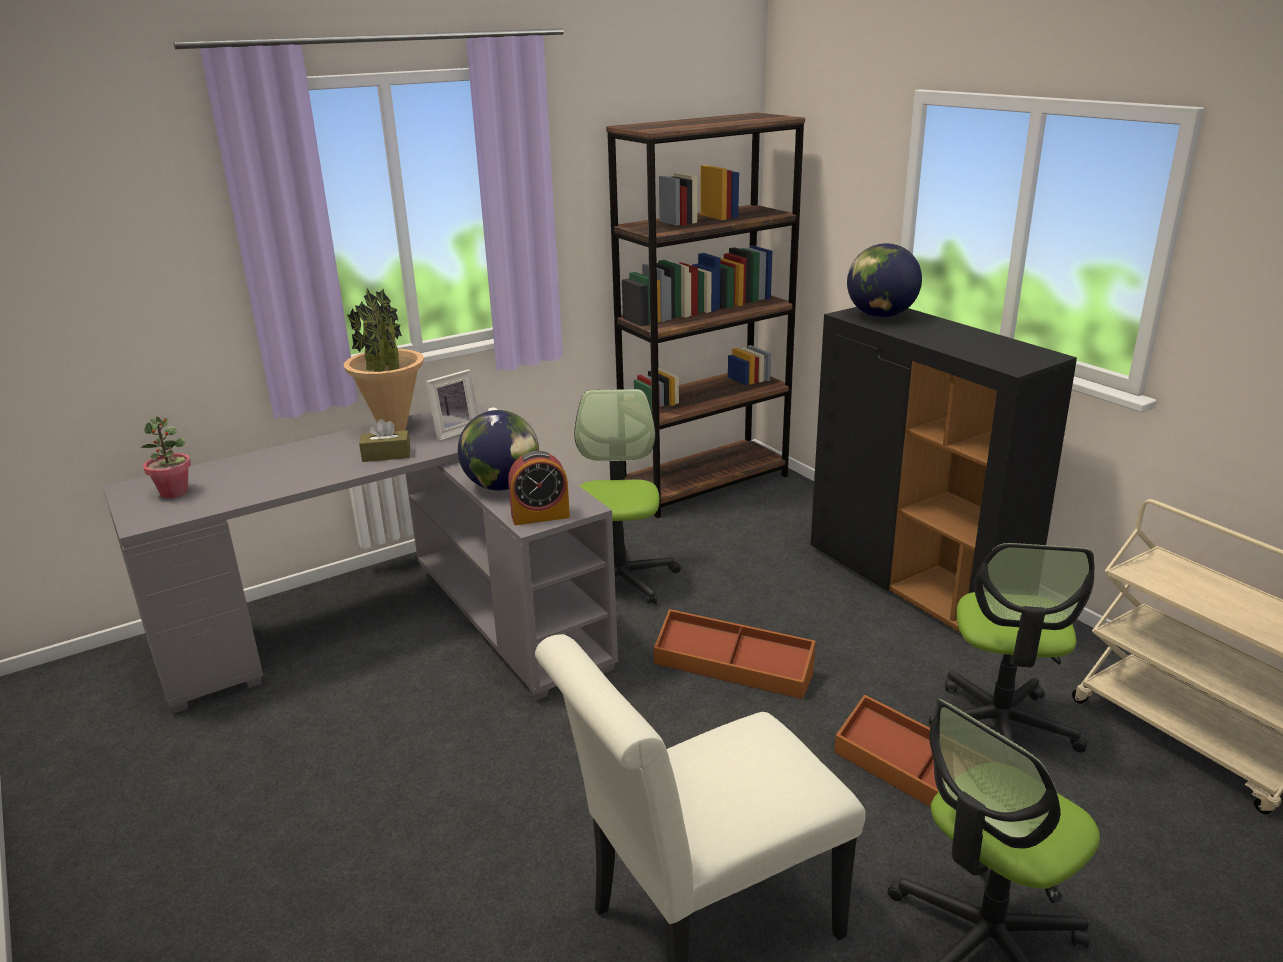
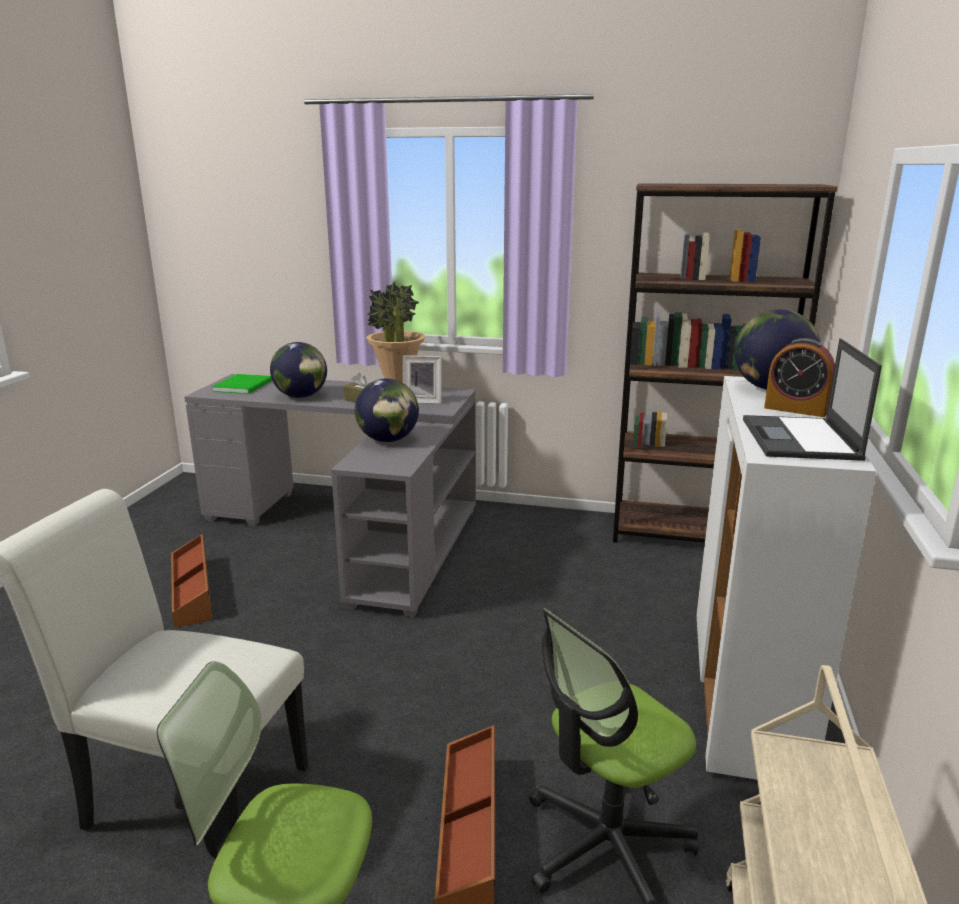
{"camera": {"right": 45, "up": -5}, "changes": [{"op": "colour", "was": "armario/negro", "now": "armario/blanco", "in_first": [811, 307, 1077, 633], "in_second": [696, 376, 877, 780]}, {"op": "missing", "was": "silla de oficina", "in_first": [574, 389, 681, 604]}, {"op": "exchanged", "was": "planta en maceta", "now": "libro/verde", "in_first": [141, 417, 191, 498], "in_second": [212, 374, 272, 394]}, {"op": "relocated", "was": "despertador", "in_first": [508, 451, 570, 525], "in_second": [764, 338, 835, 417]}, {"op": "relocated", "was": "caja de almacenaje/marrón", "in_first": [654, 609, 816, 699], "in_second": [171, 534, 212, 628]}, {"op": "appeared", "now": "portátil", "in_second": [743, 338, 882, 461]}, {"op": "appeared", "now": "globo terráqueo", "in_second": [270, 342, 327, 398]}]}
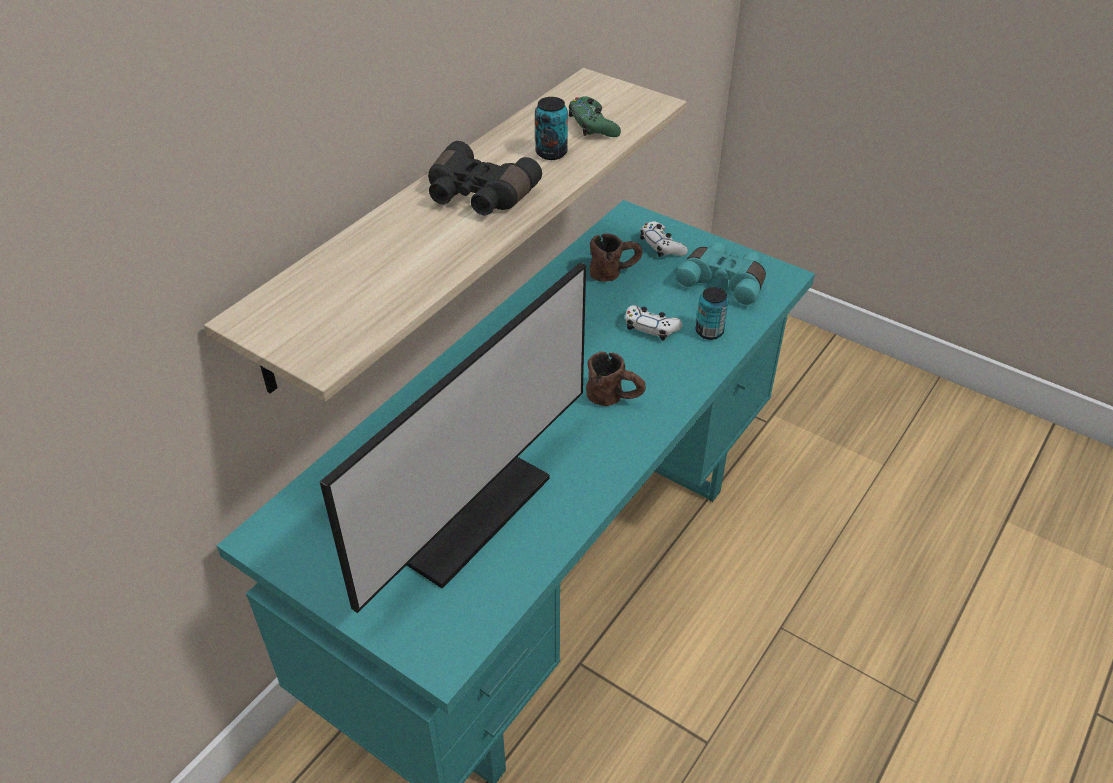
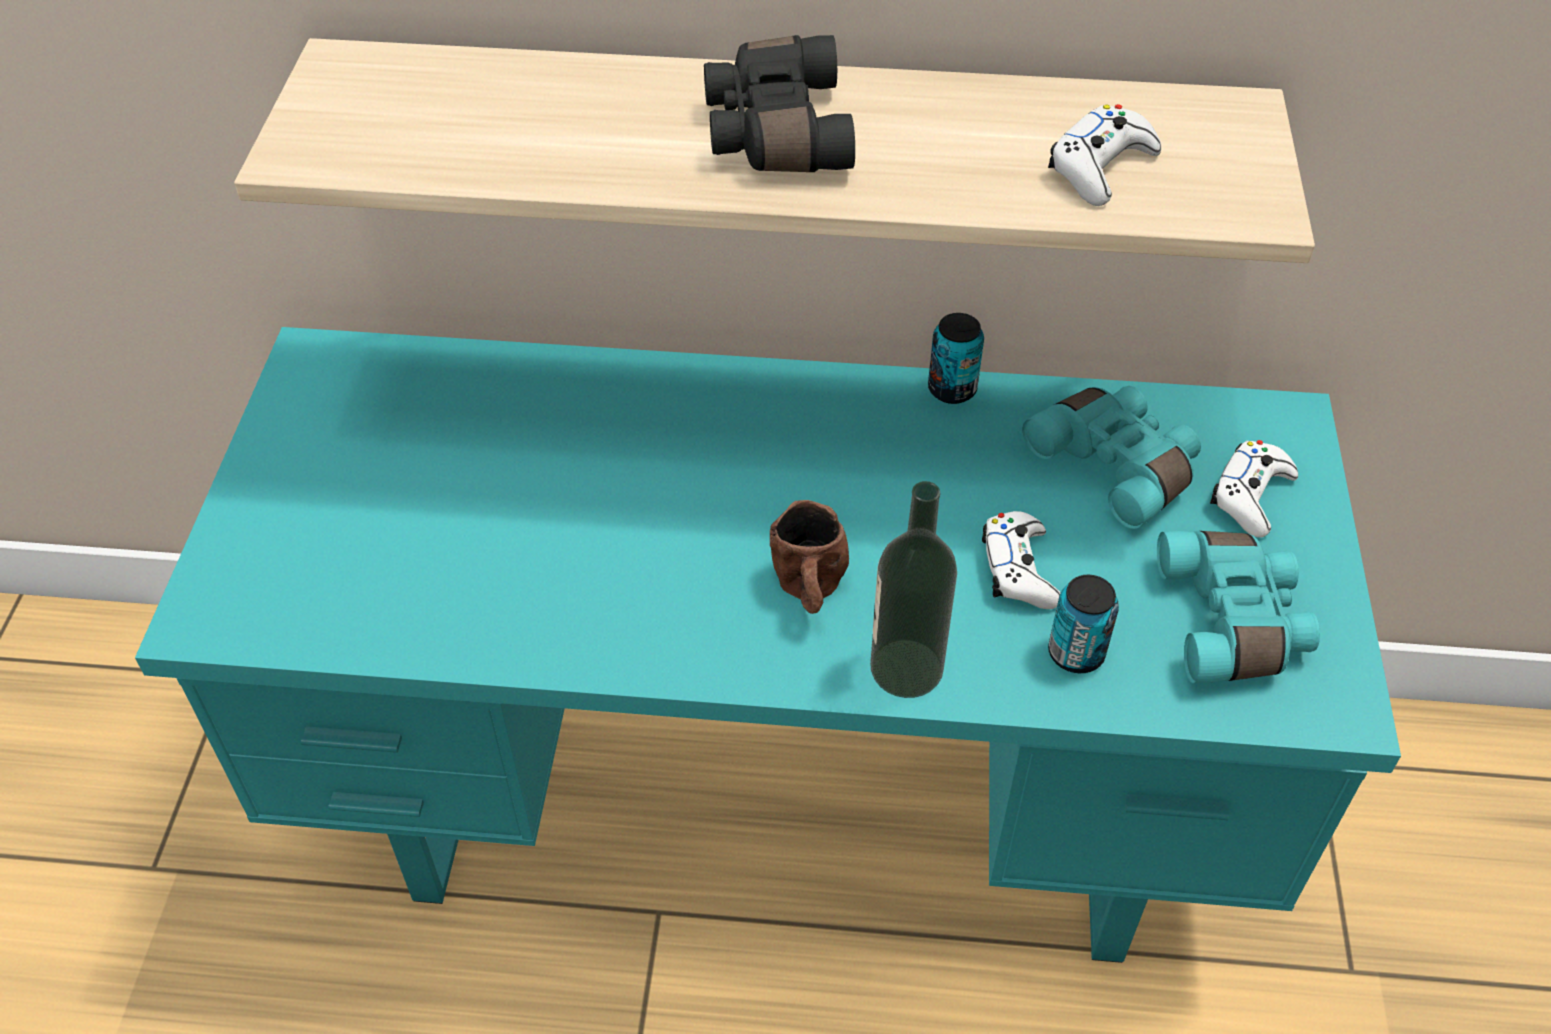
{"camera": {"right": 60, "up": 5}, "changes": [{"op": "colour", "was": "mando de consola/verde", "now": "mando de consola/blanco", "in_first": [569, 96, 621, 137], "in_second": [1048, 104, 1161, 206]}, {"op": "relocated", "was": "lata", "in_first": [535, 97, 568, 160], "in_second": [928, 313, 984, 404]}, {"op": "exchanged", "was": "taza grande/marrón", "now": "prismáticos/turquesa", "in_first": [590, 233, 643, 282], "in_second": [1022, 386, 1201, 529]}, {"op": "missing", "was": "monitor", "in_first": [320, 262, 586, 613]}, {"op": "appeared", "now": "botella", "in_second": [870, 481, 957, 698]}]}
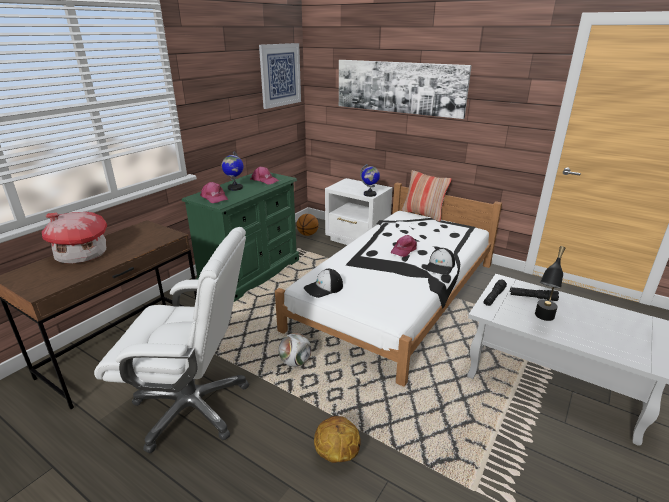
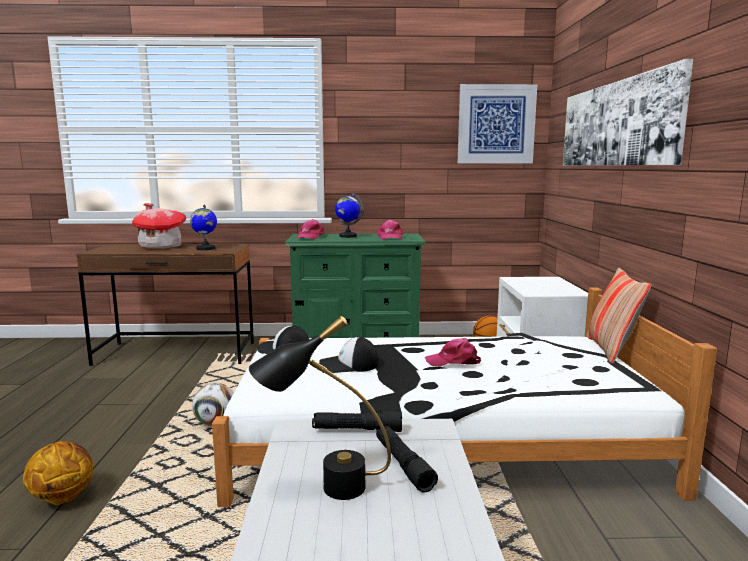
{"camera": {"right": 55, "up": -15}, "changes": [{"op": "relocated", "was": "globo terráqueo", "in_first": [360, 164, 380, 197], "in_second": [190, 204, 217, 250]}, {"op": "missing", "was": "silla de oficina/blanco", "in_first": [94, 227, 249, 453]}, {"op": "relocated", "was": "gorra", "in_first": [425, 248, 455, 275], "in_second": [319, 337, 379, 373]}]}
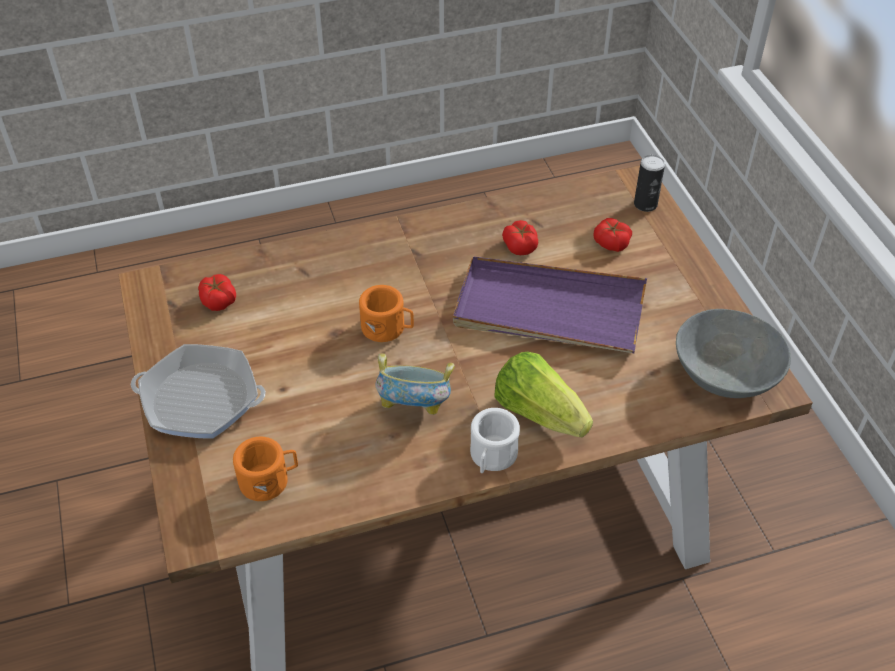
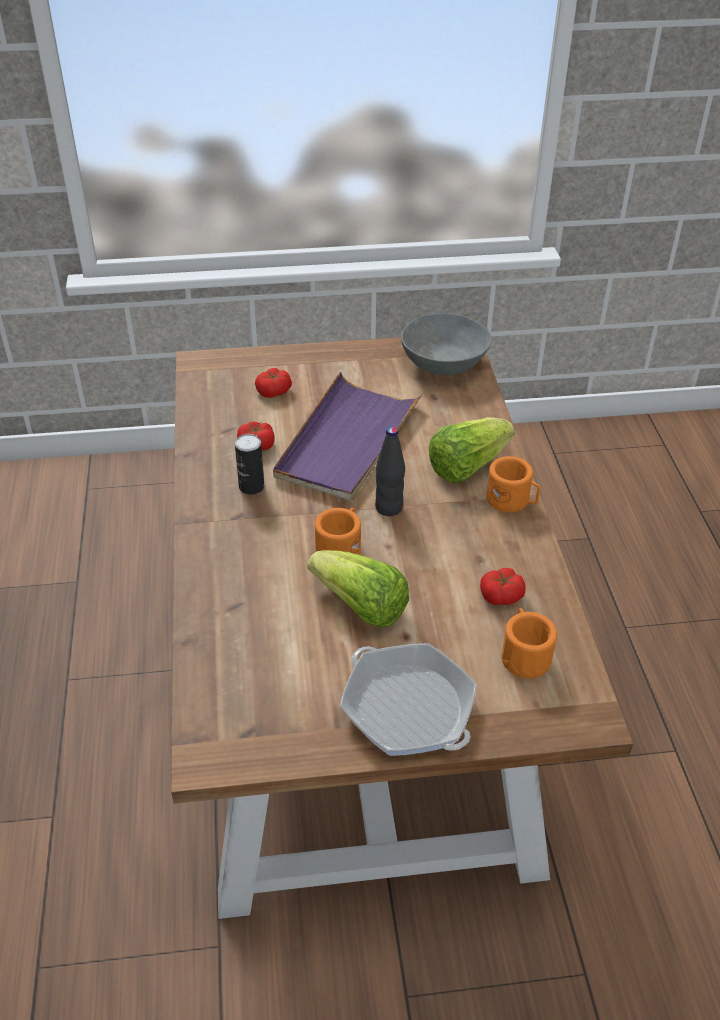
{"camera": {"right": -80, "up": -5}, "changes": [{"op": "relocated", "was": "lata", "in_first": [634, 155, 665, 212], "in_second": [235, 434, 264, 495]}, {"op": "relocated", "was": "tomate", "in_first": [198, 274, 236, 311], "in_second": [480, 568, 526, 605]}, {"op": "spun", "was": "sartén", "in_first": [131, 344, 266, 438], "in_second": [340, 643, 477, 756], "clockwise": 120}, {"op": "missing", "was": "cuenco", "in_first": [375, 353, 455, 415]}, {"op": "colour", "was": "taza grande/blanco", "now": "taza grande/naranja", "in_first": [470, 408, 520, 473], "in_second": [486, 456, 540, 512]}, {"op": "appeared", "now": "botella/negro", "in_second": [375, 427, 405, 516]}, {"op": "appeared", "now": "lechuga", "in_second": [308, 550, 409, 628]}]}
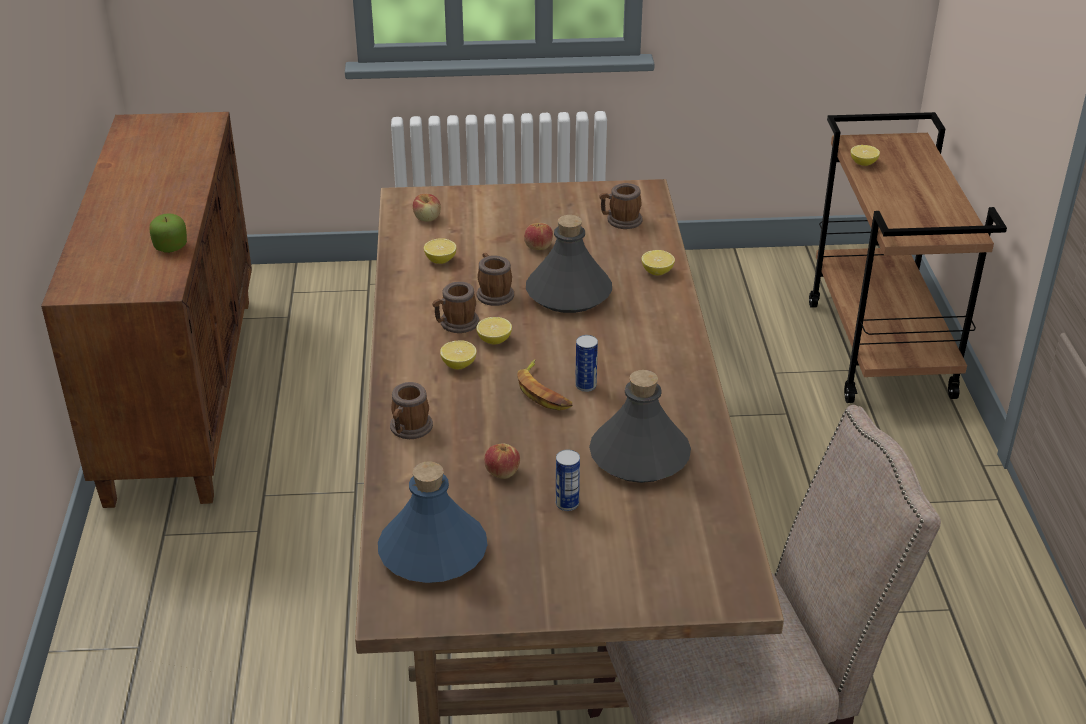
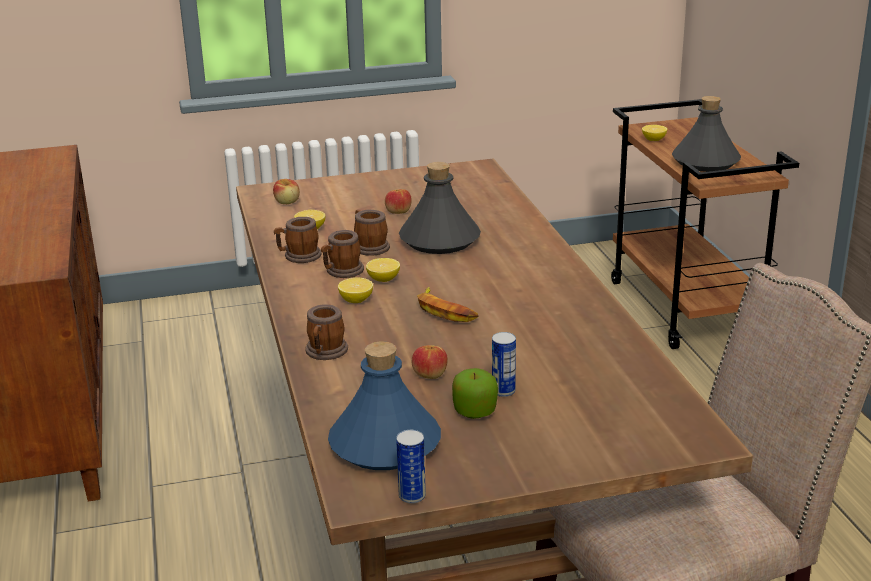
{"camera": {"right": -10, "up": -10}, "changes": [{"op": "relocated", "was": "taza grande", "in_first": [599, 183, 643, 229], "in_second": [274, 217, 322, 263]}, {"op": "relocated", "was": "manzana", "in_first": [150, 214, 187, 253], "in_second": [452, 368, 498, 419]}, {"op": "missing", "was": "limón", "in_first": [641, 250, 675, 276]}, {"op": "relocated", "was": "lata", "in_first": [575, 335, 598, 392], "in_second": [396, 430, 426, 504]}, {"op": "relocated", "was": "botella/gris", "in_first": [589, 370, 691, 483], "in_second": [672, 96, 741, 172]}]}
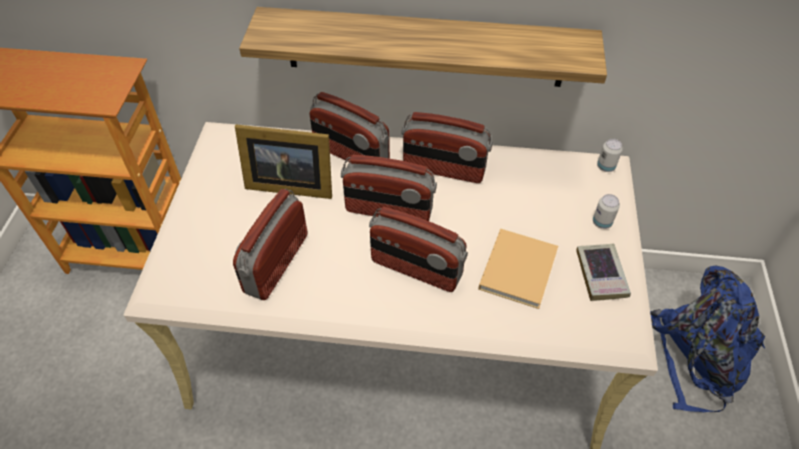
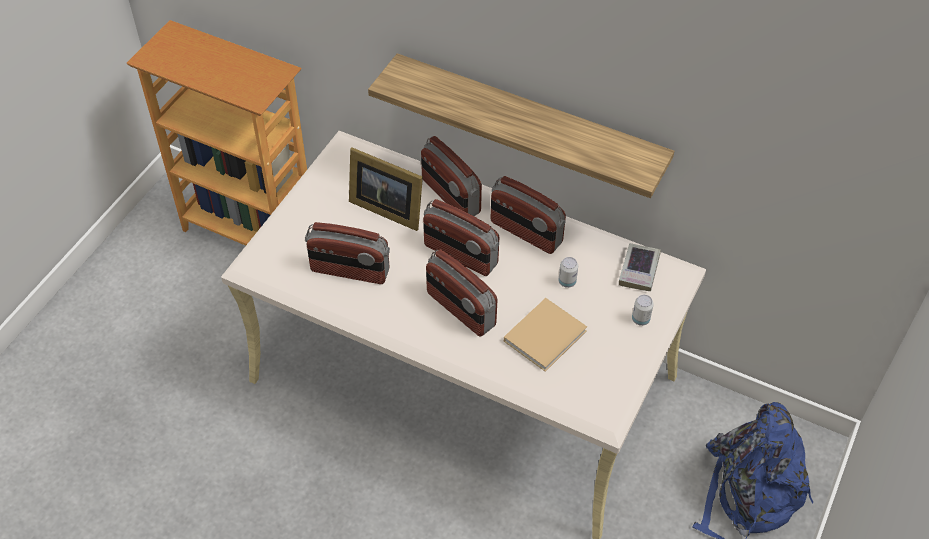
{"camera": {"right": 20, "up": 0}, "changes": [{"op": "relocated", "was": "lata", "in_first": [597, 139, 623, 172], "in_second": [558, 257, 578, 288]}, {"op": "spun", "was": "radio", "in_first": [233, 189, 307, 300], "in_second": [305, 222, 390, 284], "clockwise": -120}, {"op": "relocated", "was": "libro", "in_first": [576, 244, 631, 301], "in_second": [619, 243, 661, 291]}]}
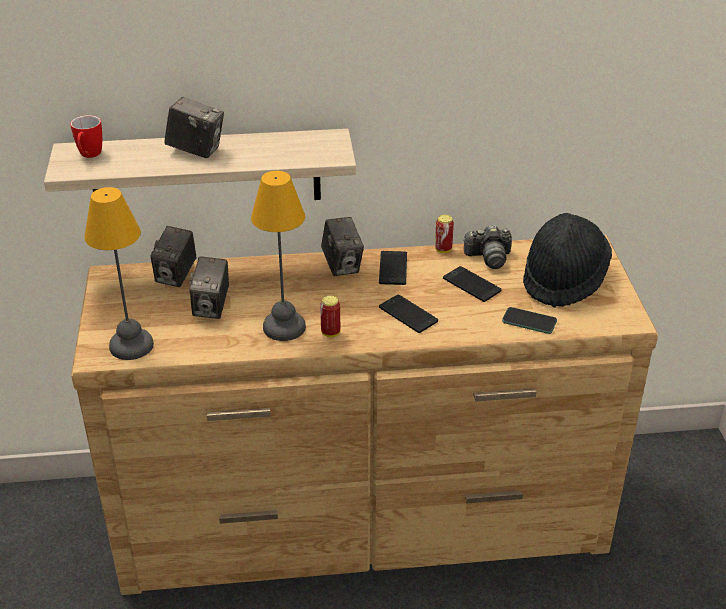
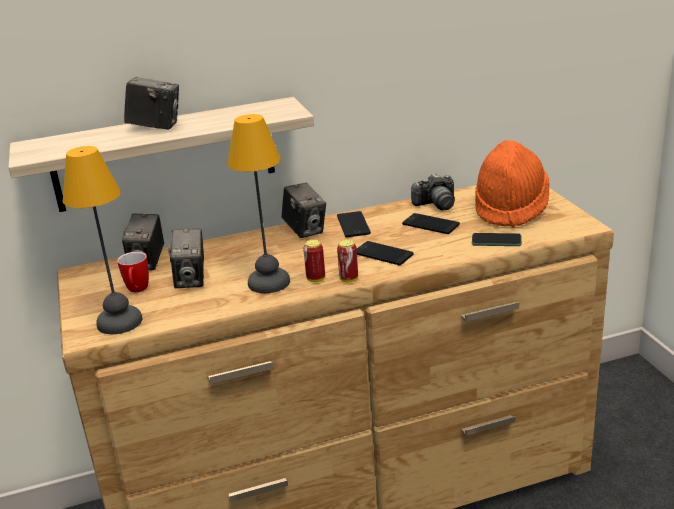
{"camera": {"right": -10, "up": -10}, "changes": [{"op": "relocated", "was": "taza grande", "in_first": [70, 115, 102, 158], "in_second": [117, 252, 149, 292]}, {"op": "colour", "was": "sombrero/negro", "now": "sombrero/naranja", "in_first": [523, 213, 612, 307], "in_second": [475, 140, 549, 228]}, {"op": "relocated", "was": "lata", "in_first": [435, 215, 454, 253], "in_second": [337, 239, 358, 282]}]}
